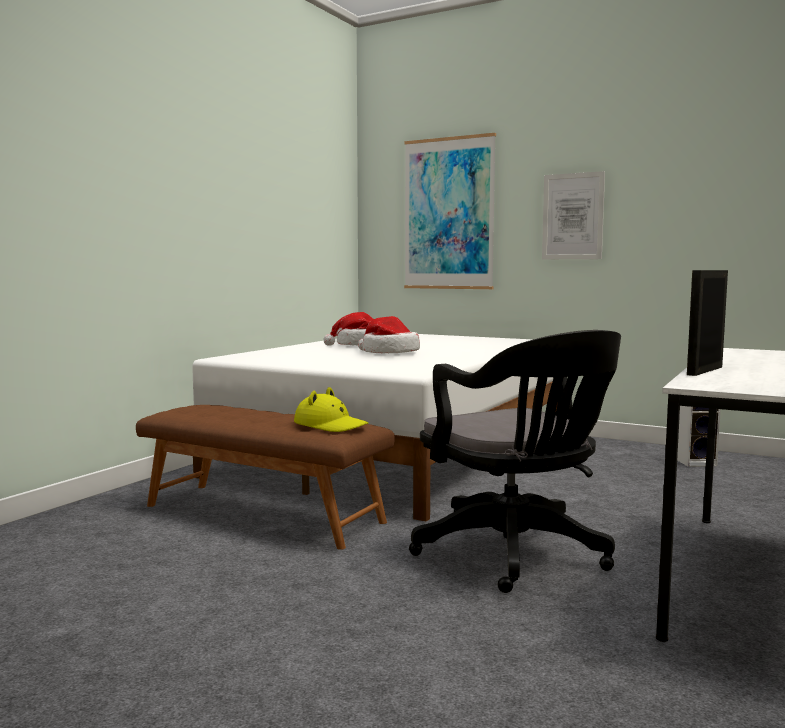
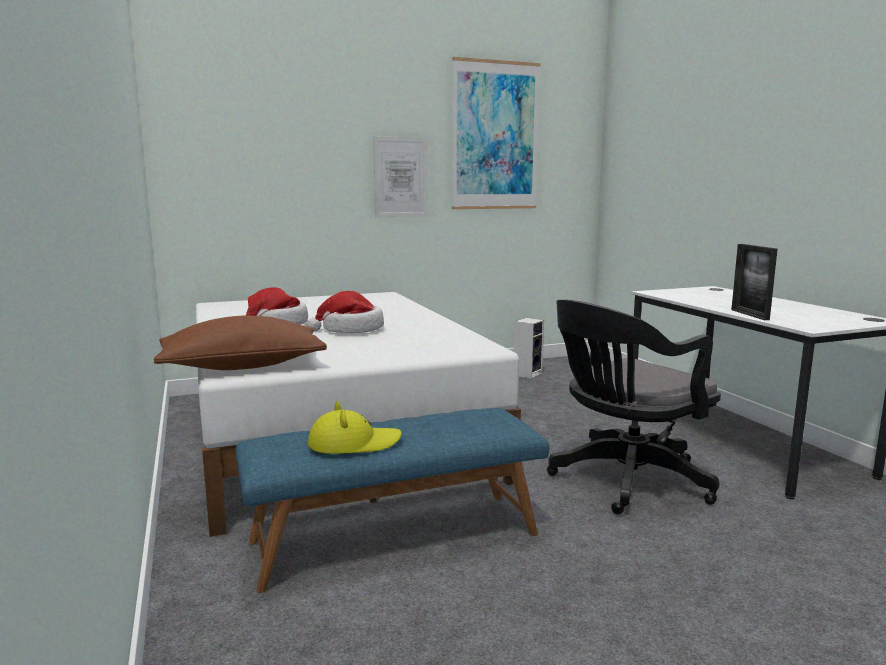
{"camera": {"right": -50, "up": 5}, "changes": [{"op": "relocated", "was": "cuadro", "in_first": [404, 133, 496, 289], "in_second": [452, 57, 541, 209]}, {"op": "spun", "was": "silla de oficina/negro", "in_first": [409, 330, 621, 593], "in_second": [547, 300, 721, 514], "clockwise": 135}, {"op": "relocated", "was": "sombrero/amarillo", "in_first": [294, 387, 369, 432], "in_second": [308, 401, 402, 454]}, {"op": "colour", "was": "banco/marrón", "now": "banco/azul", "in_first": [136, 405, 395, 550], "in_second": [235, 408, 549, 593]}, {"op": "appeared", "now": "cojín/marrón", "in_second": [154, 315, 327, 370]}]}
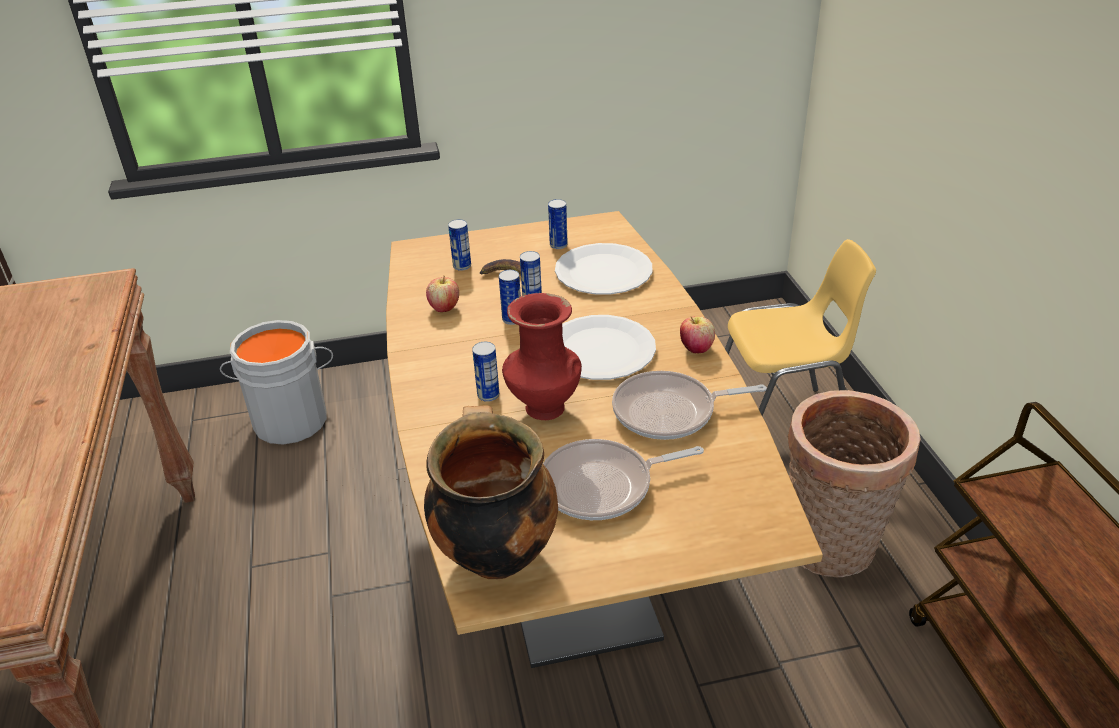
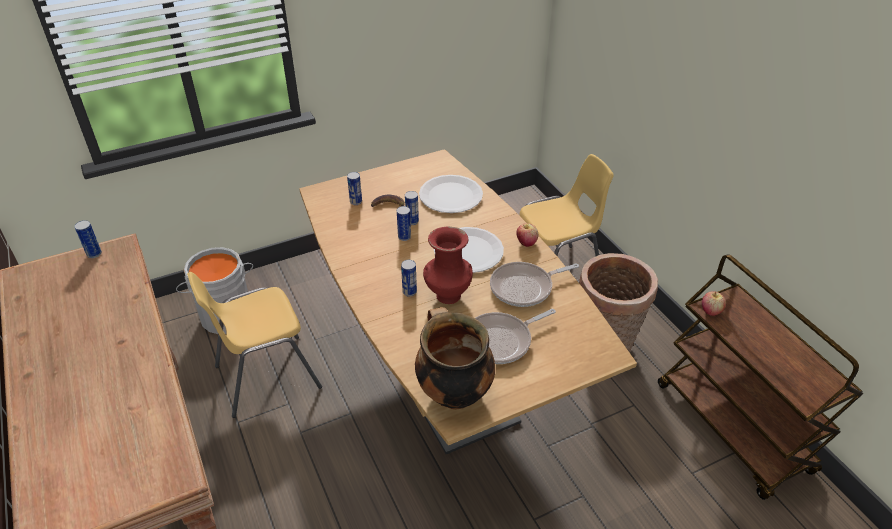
{"camera": {"right": -15, "up": 5}, "changes": [{"op": "relocated", "was": "lata", "in_first": [548, 199, 568, 249], "in_second": [74, 220, 102, 258]}, {"op": "relocated", "was": "manzana", "in_first": [426, 276, 459, 312], "in_second": [702, 291, 726, 316]}, {"op": "appeared", "now": "silla/amarillo", "in_second": [187, 272, 322, 418]}]}
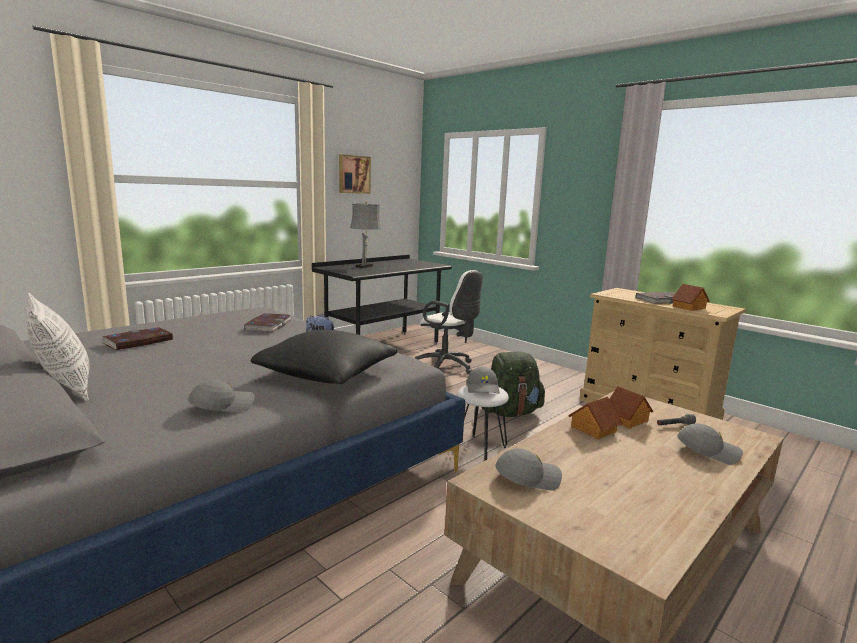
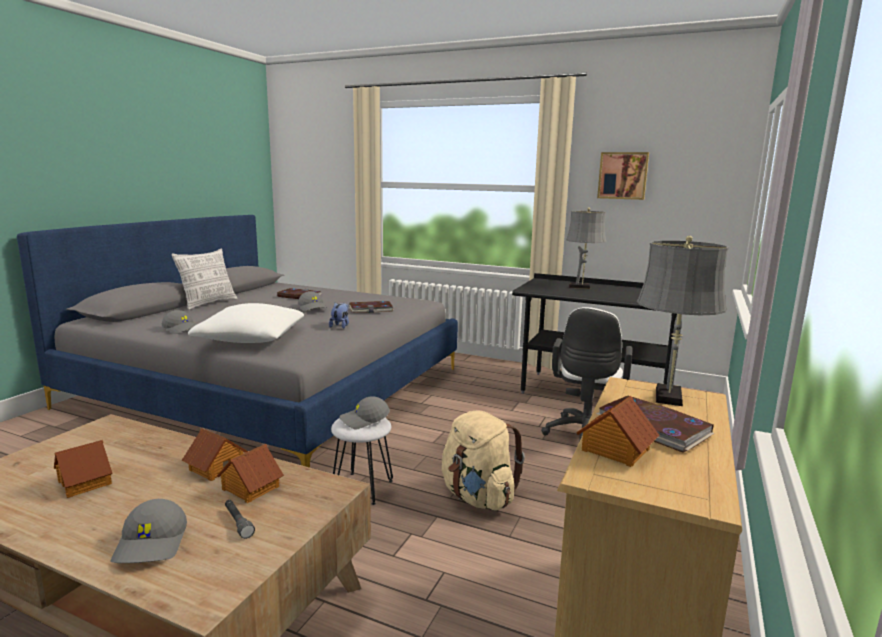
{"camera": {"right": 70, "up": 0}, "changes": [{"op": "colour", "was": "cojín/negro", "now": "cojín/blanco", "in_first": [250, 330, 397, 384], "in_second": [188, 303, 304, 343]}, {"op": "colour", "was": "mochila/verde", "now": "mochila/beis", "in_first": [482, 352, 545, 417], "in_second": [442, 410, 525, 511]}, {"op": "relocated", "was": "gorra/gris", "in_first": [495, 448, 562, 491], "in_second": [298, 291, 328, 311]}, {"op": "appeared", "now": "lámpara de mesa/gris", "in_second": [637, 236, 729, 406]}, {"op": "appeared", "now": "casita", "in_second": [54, 440, 112, 498]}]}
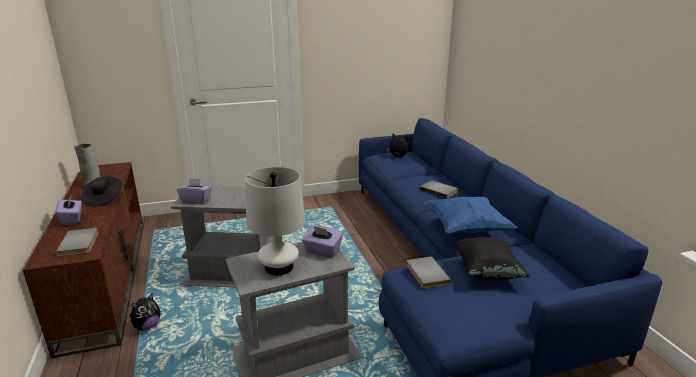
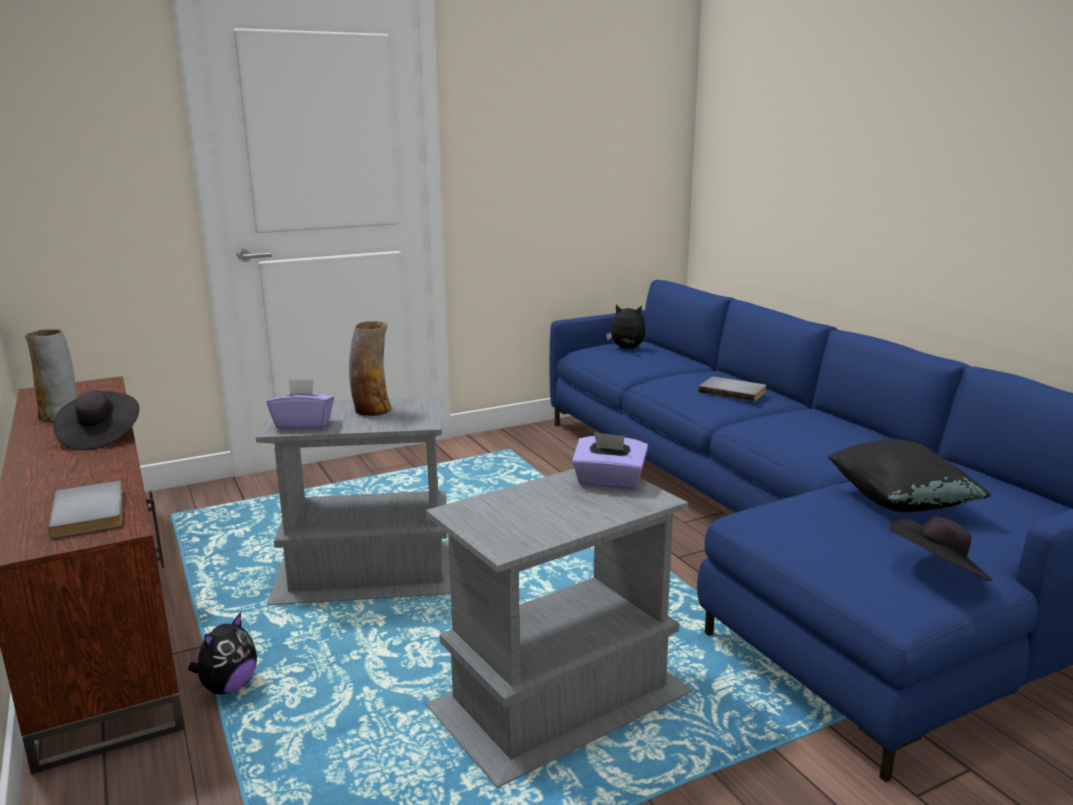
{"camera": {"right": -10, "up": -5}, "changes": [{"op": "missing", "was": "lámpara de mesa/blanco", "in_first": [245, 167, 305, 275]}, {"op": "missing", "was": "caja de pañuelos/morado", "in_first": [56, 195, 82, 226]}, {"op": "missing", "was": "cojín/azul", "in_first": [425, 197, 518, 234]}, {"op": "missing", "was": "libro/gris", "in_first": [406, 256, 451, 288]}, {"op": "appeared", "now": "florero", "in_second": [349, 321, 392, 416]}, {"op": "appeared", "now": "sombrero/negro", "in_second": [890, 516, 992, 581]}]}
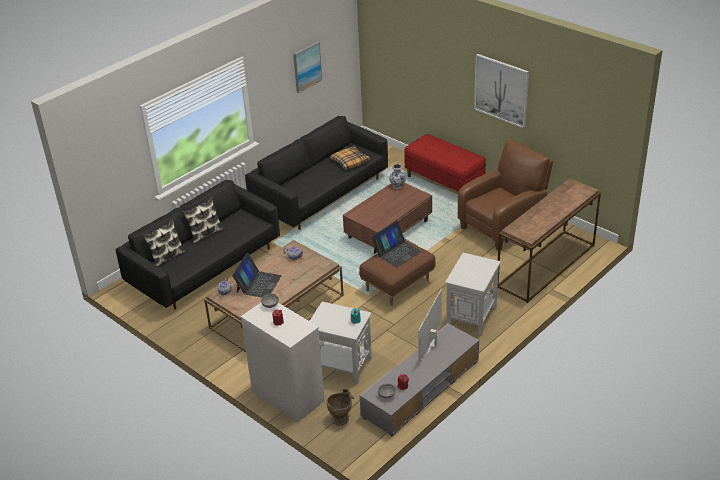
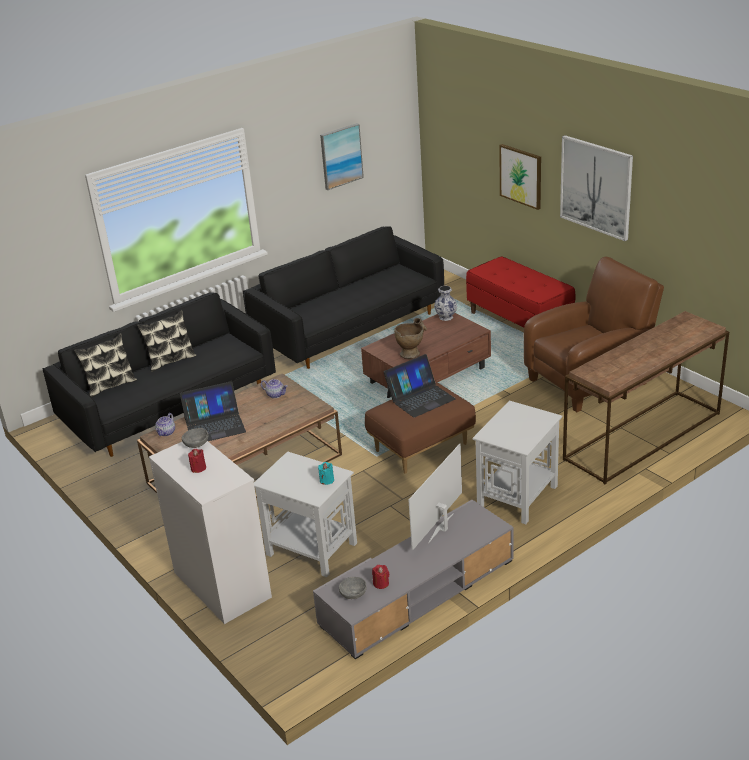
{"camera": {"right": 10, "up": -5}, "changes": [{"op": "missing", "was": "cojín", "in_first": [330, 146, 370, 170]}, {"op": "spun", "was": "portátil", "in_first": [232, 253, 282, 297], "in_second": [180, 381, 246, 441], "clockwise": 45}, {"op": "relocated", "was": "florero/beis", "in_first": [327, 389, 354, 426], "in_second": [394, 318, 427, 359]}, {"op": "appeared", "now": "cuadro", "in_second": [499, 144, 541, 210]}]}
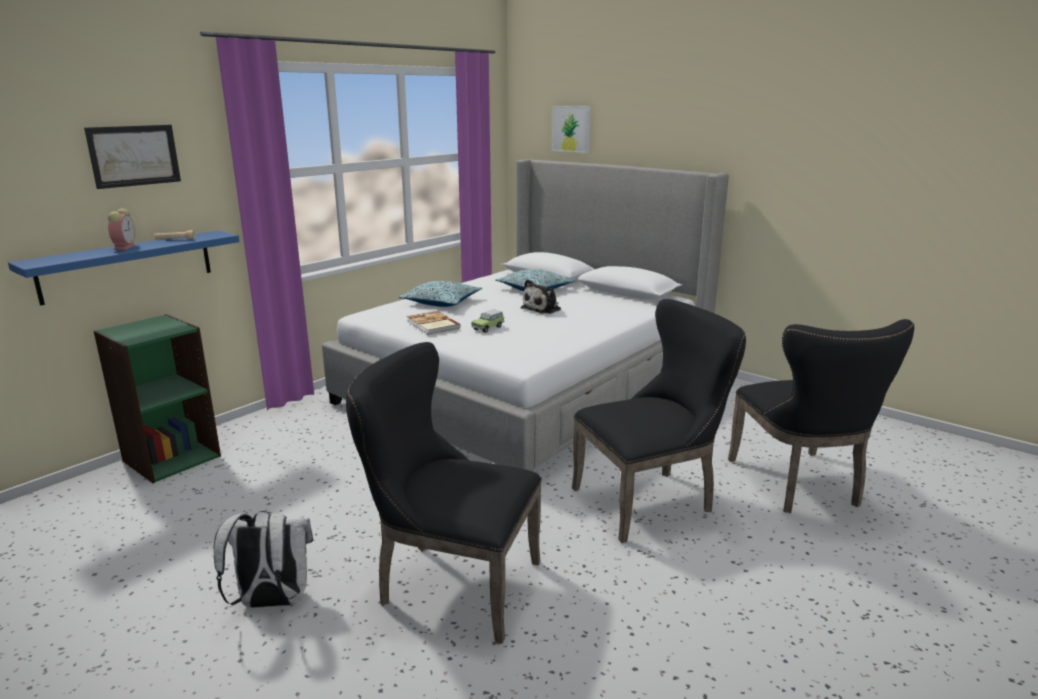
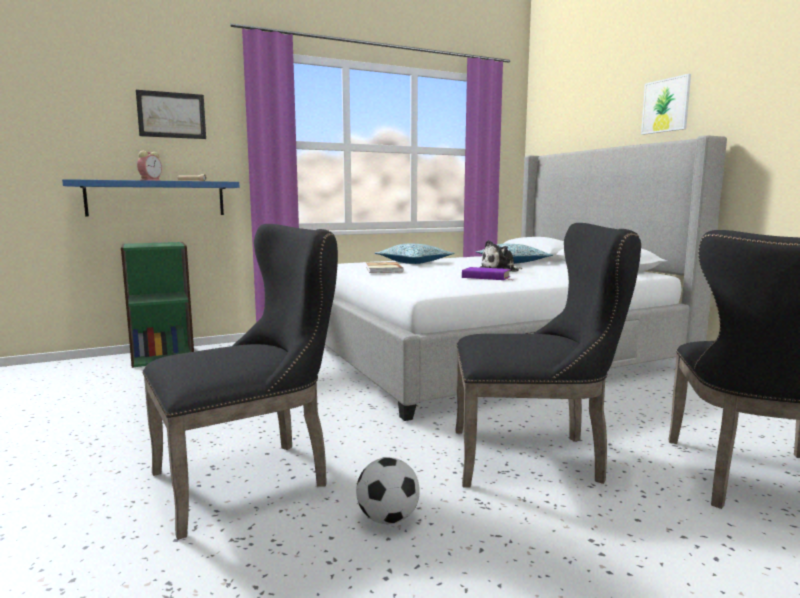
{"camera": {"right": 25, "up": -10}, "changes": [{"op": "relocated", "was": "cuadro", "in_first": [552, 106, 591, 153], "in_second": [641, 74, 691, 135]}, {"op": "missing", "was": "coche de juguete", "in_first": [471, 309, 505, 333]}, {"op": "spun", "was": "silla/negro", "in_first": [346, 342, 542, 644], "in_second": [142, 224, 338, 540], "clockwise": 105}, {"op": "missing", "was": "mochila/blanco", "in_first": [214, 511, 313, 608]}, {"op": "appeared", "now": "libro/morado", "in_second": [462, 267, 511, 280]}, {"op": "appeared", "now": "balón de fútbol", "in_second": [356, 457, 420, 524]}]}
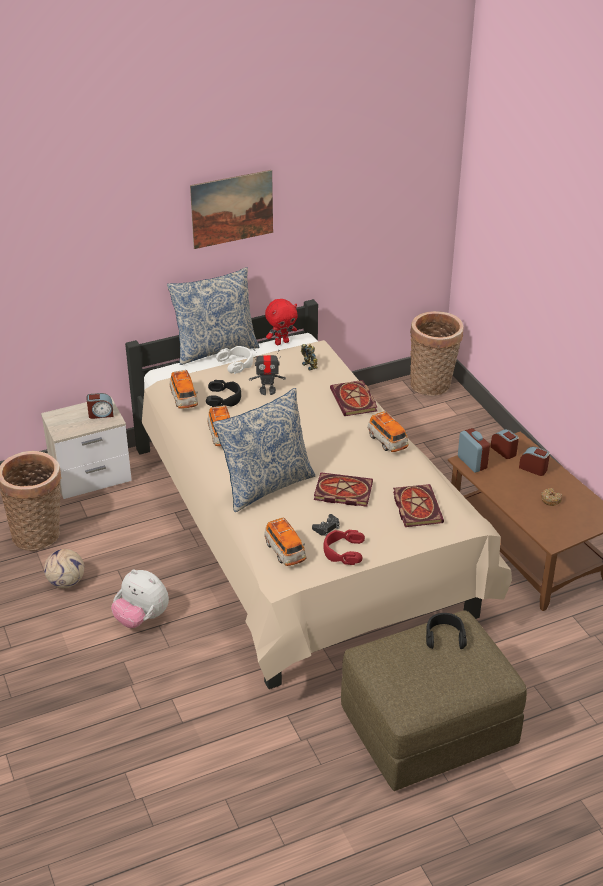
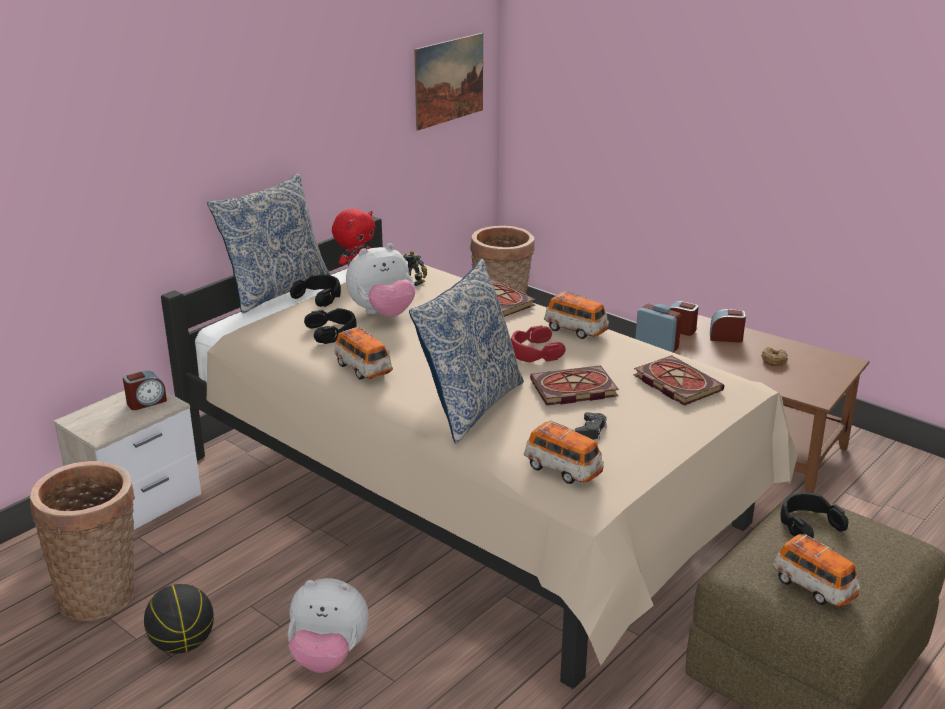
{"camera": {"right": -25, "up": -10}, "changes": [{"op": "relocated", "was": "cuadro", "in_first": [190, 170, 273, 249], "in_second": [414, 33, 483, 130]}, {"op": "colour", "was": "auriculares/blanco", "now": "auriculares/negro", "in_first": [216, 346, 253, 374], "in_second": [290, 275, 341, 307]}, {"op": "exchanged", "was": "robot de juguete", "now": "peluche", "in_first": [249, 349, 286, 395], "in_second": [346, 243, 415, 317]}, {"op": "relocated", "was": "coche de juguete", "in_first": [170, 370, 198, 409], "in_second": [772, 534, 860, 607]}, {"op": "relocated", "was": "auriculares/rojo", "in_first": [323, 530, 365, 565], "in_second": [511, 325, 566, 362]}, {"op": "exchanged", "was": "balón de fútbol", "now": "balón de baloncesto", "in_first": [44, 549, 85, 588], "in_second": [144, 584, 214, 654]}]}
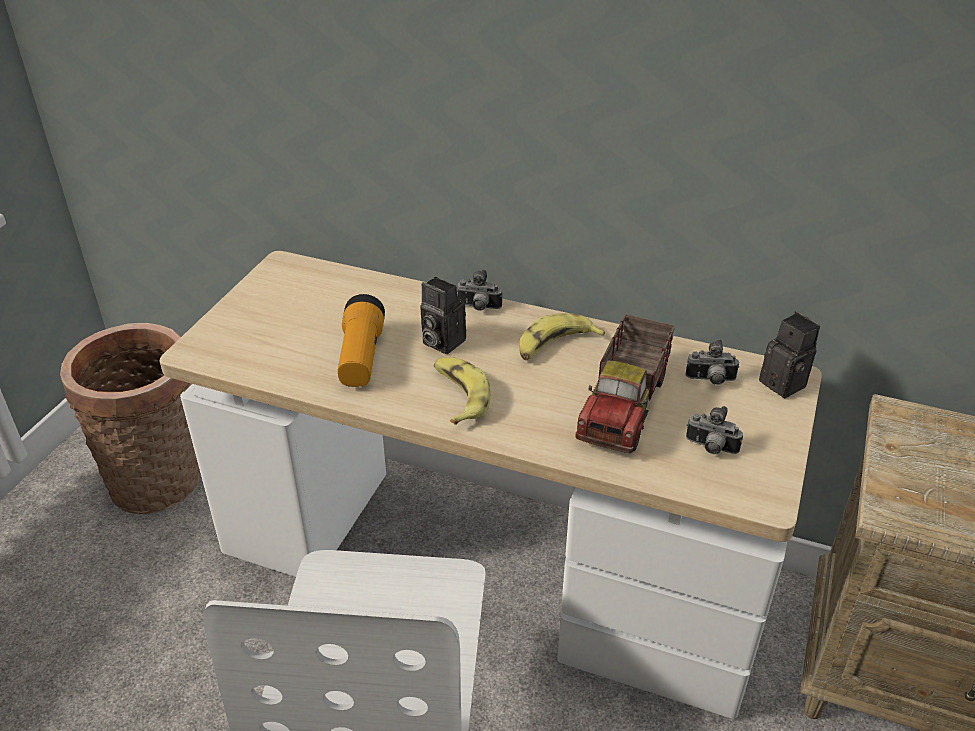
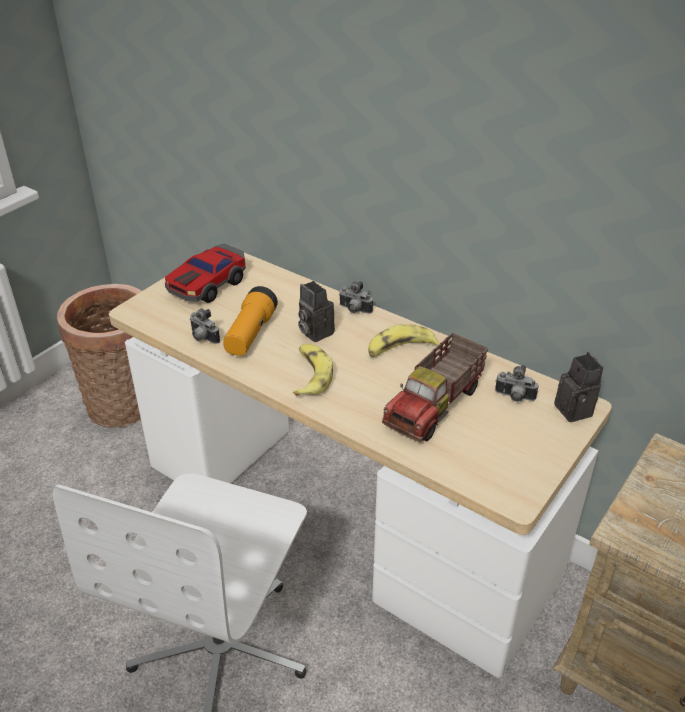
{"camera": {"right": 15, "up": 0}, "changes": [{"op": "relocated", "was": "cámara", "in_first": [686, 406, 743, 454], "in_second": [190, 308, 220, 344]}, {"op": "appeared", "now": "coche de juguete", "in_second": [165, 244, 246, 303]}]}
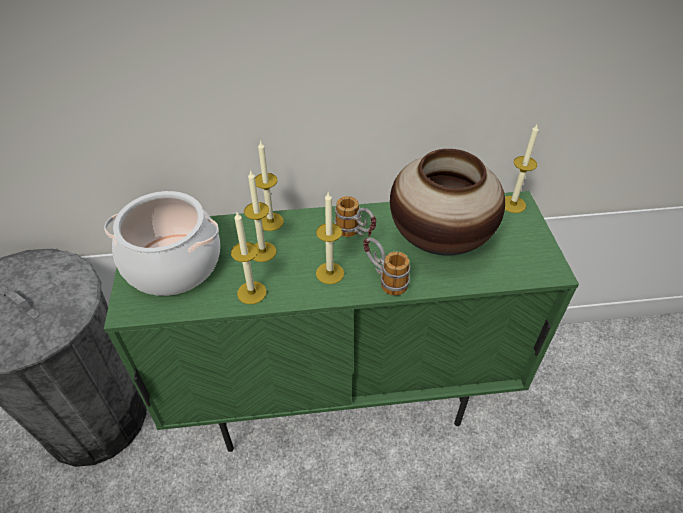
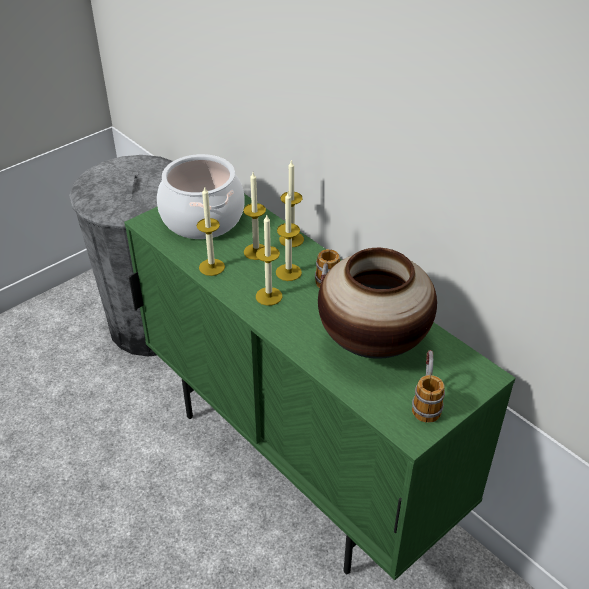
{"camera": {"right": 55, "up": -5}, "changes": [{"op": "relocated", "was": "vela", "in_first": [505, 123, 539, 213], "in_second": [276, 192, 302, 281]}, {"op": "relocated", "was": "taza grande", "in_first": [364, 238, 410, 296], "in_second": [412, 350, 445, 423]}]}
